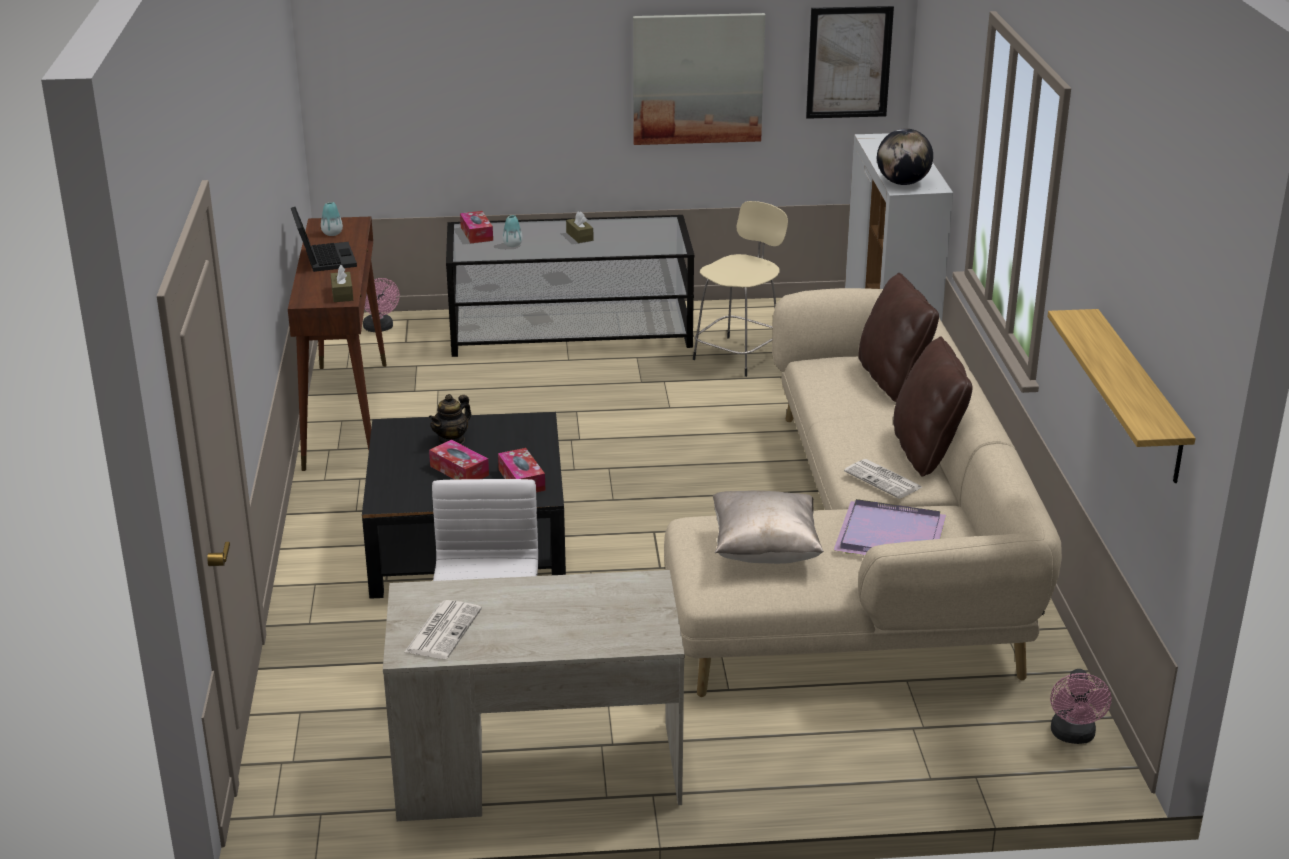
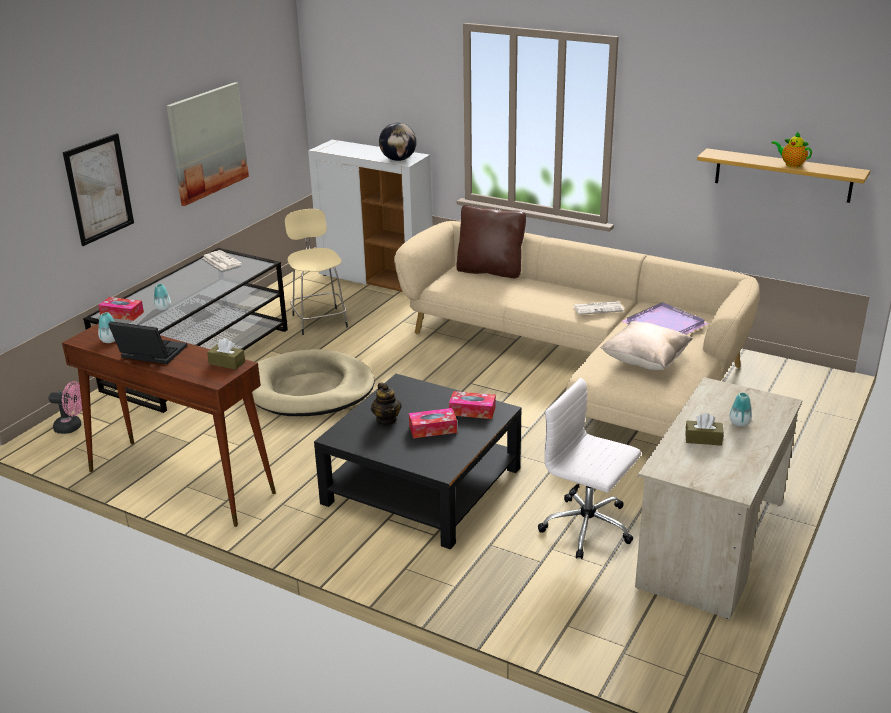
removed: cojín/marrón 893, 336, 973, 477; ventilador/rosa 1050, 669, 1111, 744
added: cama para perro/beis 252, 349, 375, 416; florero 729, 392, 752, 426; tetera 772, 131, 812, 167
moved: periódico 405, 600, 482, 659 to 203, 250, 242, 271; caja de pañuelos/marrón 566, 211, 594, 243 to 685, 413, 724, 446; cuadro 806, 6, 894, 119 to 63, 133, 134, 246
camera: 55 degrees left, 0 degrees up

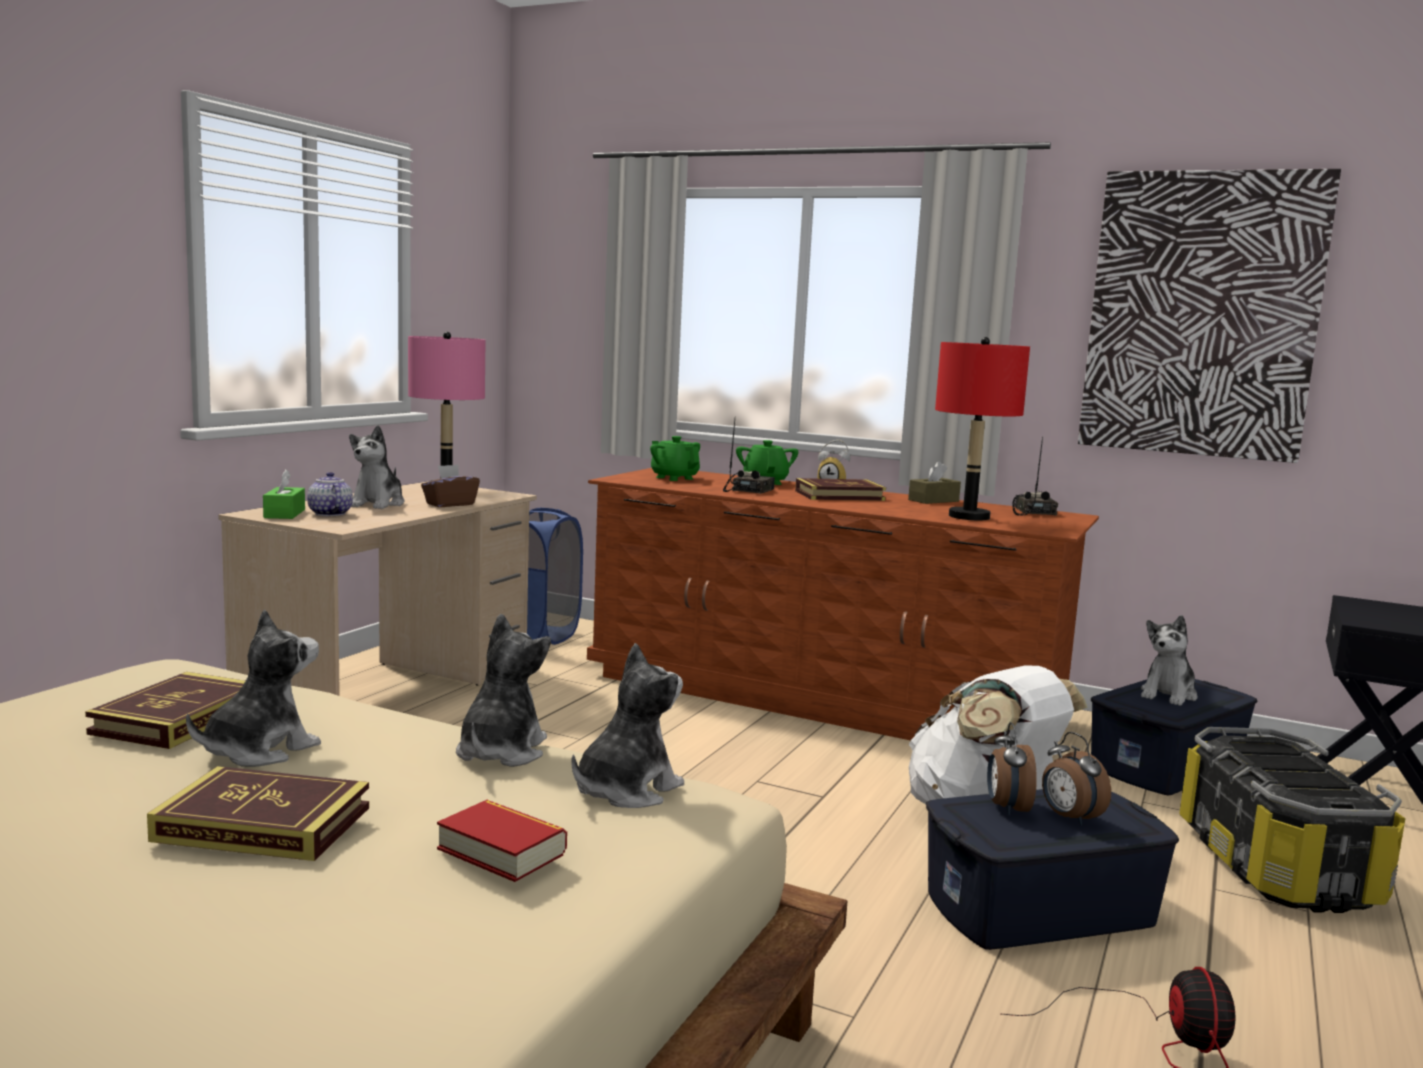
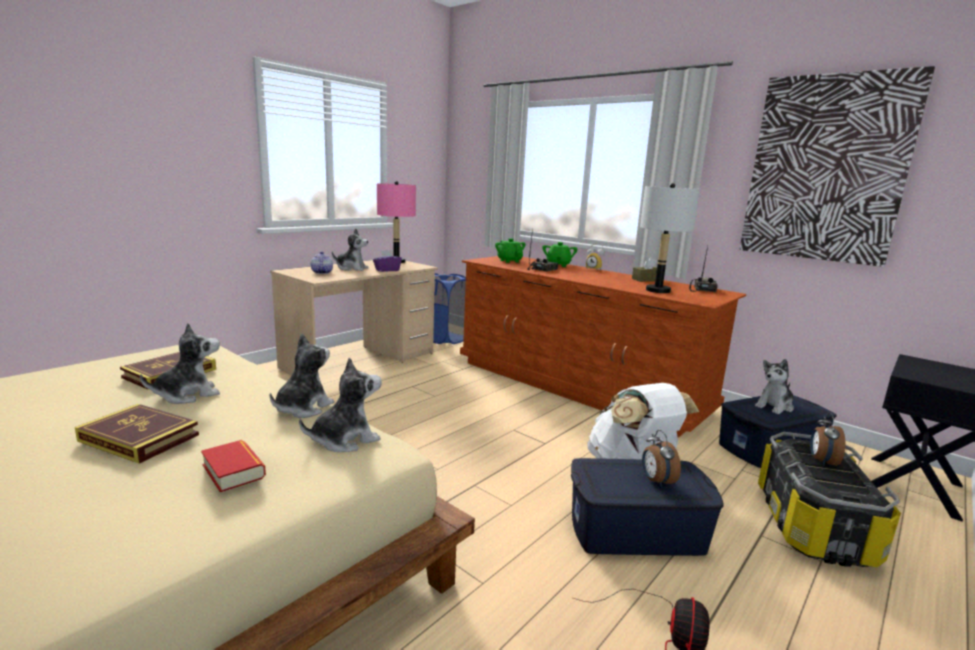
removed: caja de pañuelos/verde 263, 469, 305, 519; libro 795, 478, 886, 501
moved: despertador 987, 722, 1037, 816 to 810, 412, 846, 466
recoloured: caja de pañuelos/marrón 421, 465, 480, 507 to caja de pañuelos/morado 373, 250, 402, 272; lámpara de mesa/rojo 935, 337, 1030, 520 to lámpara de mesa/gris 640, 183, 700, 293
turned: peluche 349, 425, 405, 509 = 332, 229, 369, 271 105 degrees counterclockwise
camera: 15 degrees right, 5 degrees up

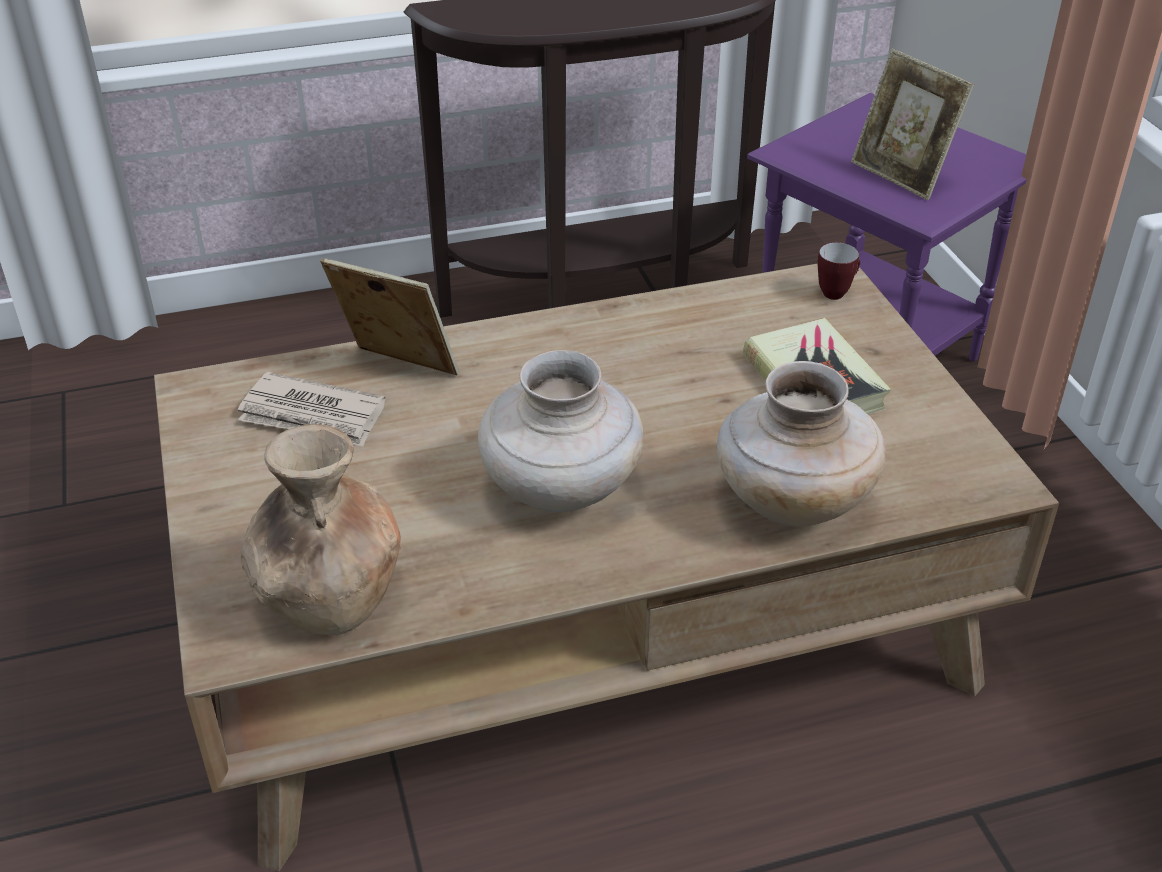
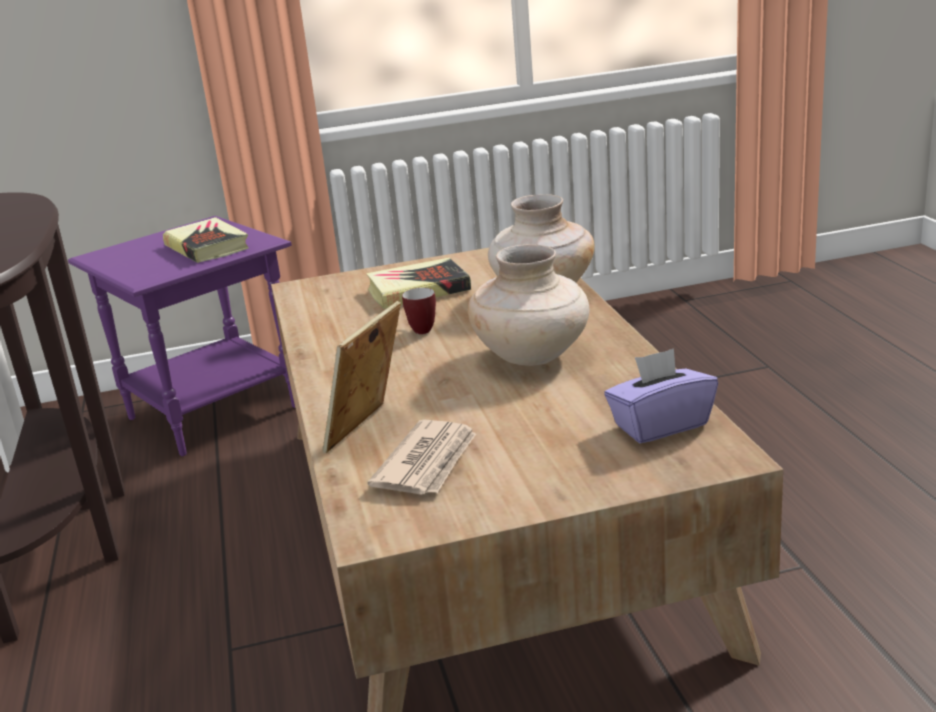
moved: taza grande 818, 242, 860, 300 to 402, 288, 436, 334
replaced: florero/marrón 241, 424, 401, 635 to caja de pañuelos/morado 604, 348, 718, 444; portarretratos 851, 49, 974, 200 to libro 163, 217, 249, 263
camera: 85 degrees left, 15 degrees down

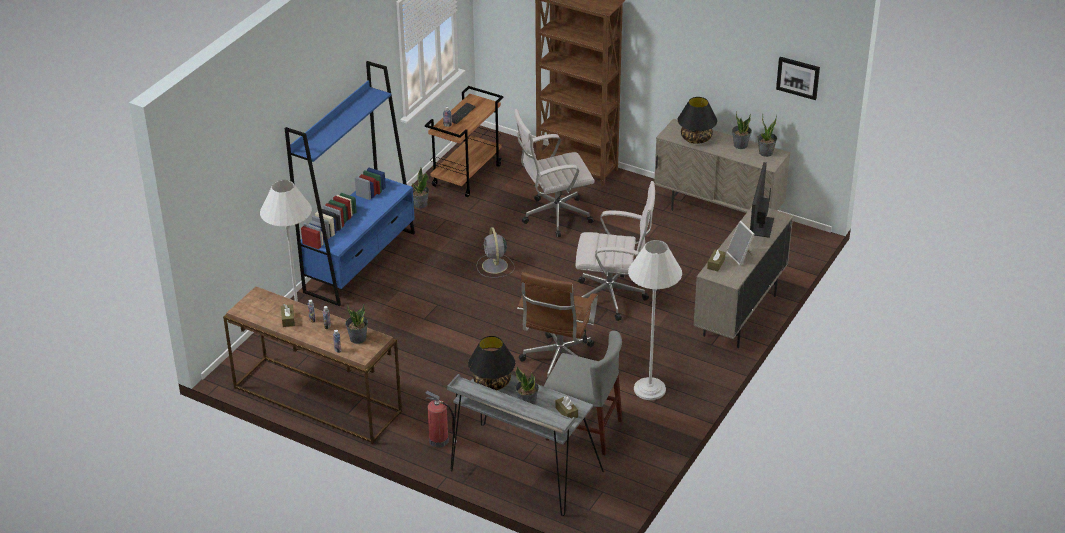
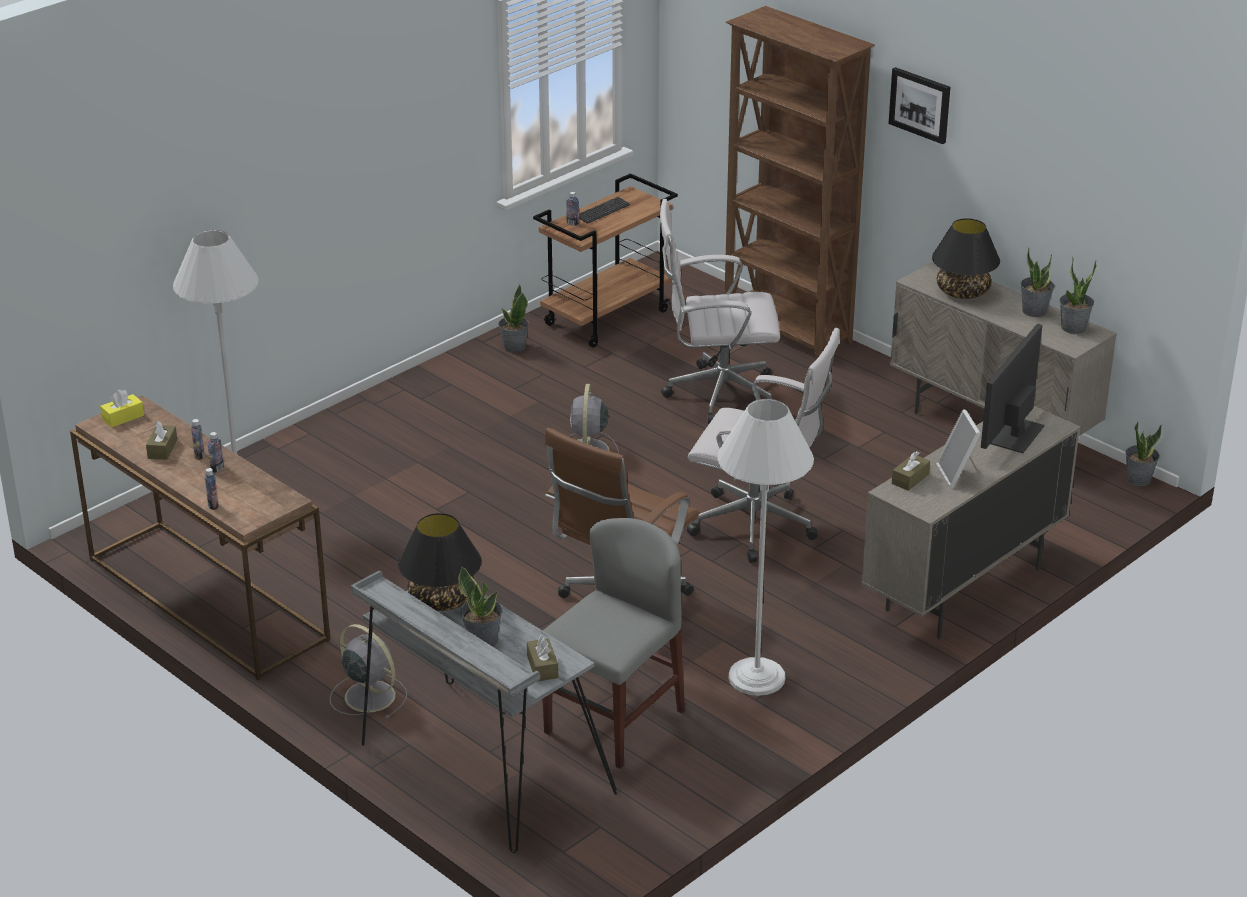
removed: estantería/azul 285, 61, 415, 306
added: caja de pañuelos/amarillo 100, 390, 144, 428
moved: planta en maceta 345, 304, 368, 344 to 1126, 422, 1162, 486; cuadro 776, 57, 820, 100 to 888, 67, 950, 144
replaced: extintor 425, 391, 457, 448 to ventilador/gris 330, 624, 407, 719
turned: silla/gris 544, 331, 622, 455 = 542, 518, 685, 769 90 degrees counterclockwise
camera: 15 degrees right, 5 degrees down

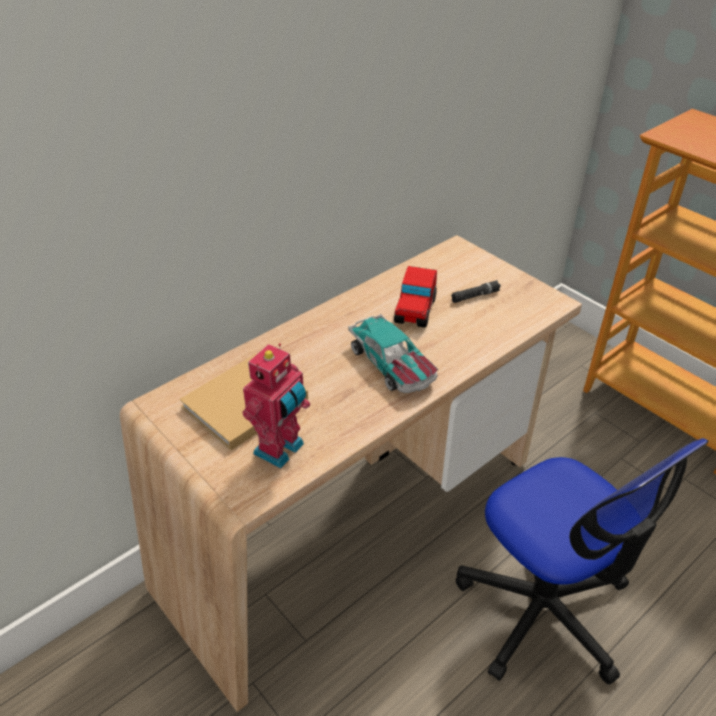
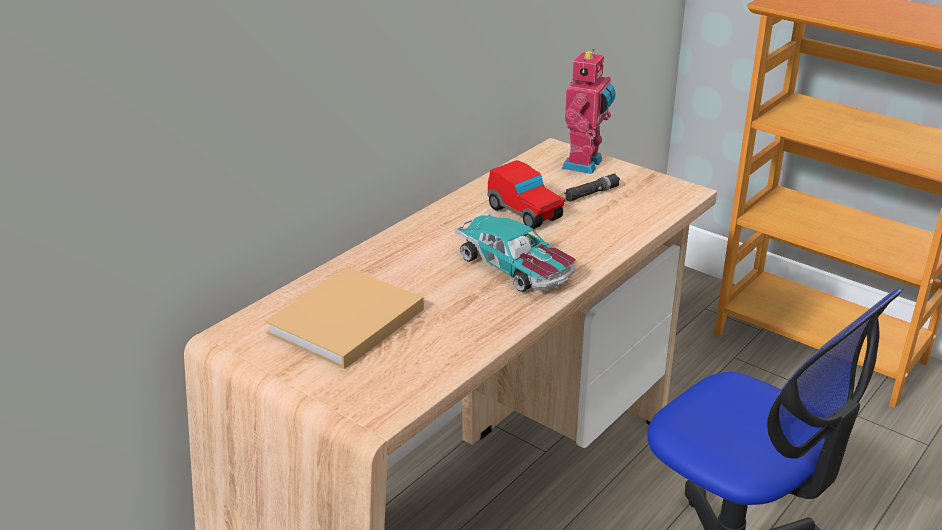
moved: robot de juguete 242, 343, 310, 469 to 562, 48, 616, 174
turned: coche de juguete 394, 266, 437, 328 = 487, 160, 566, 229 45 degrees counterclockwise
camera: 10 degrees left, 10 degrees down

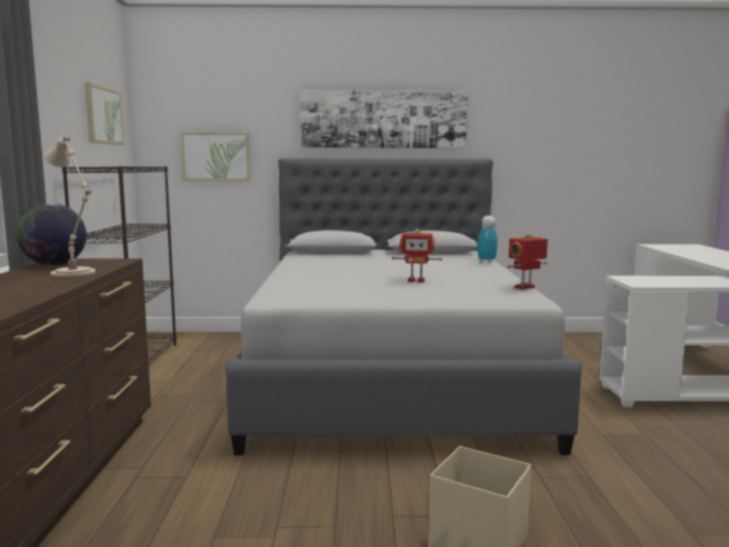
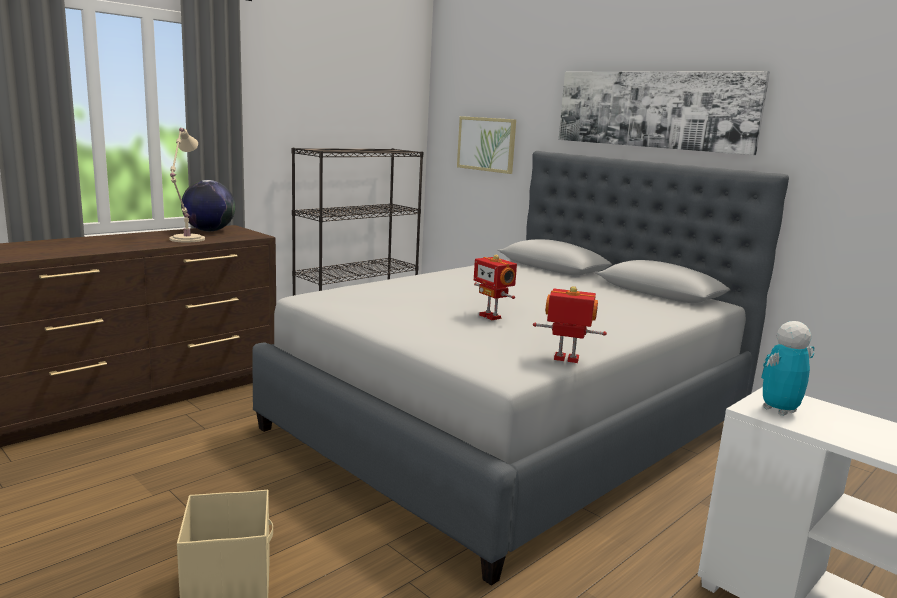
removed: cuadro 85, 82, 124, 145
moved: robot de juguete 477, 215, 498, 263 to 761, 321, 814, 416
camera: 45 degrees right, 5 degrees up

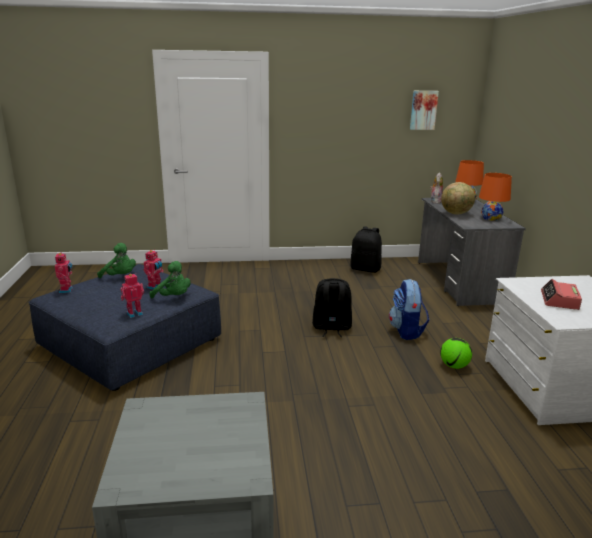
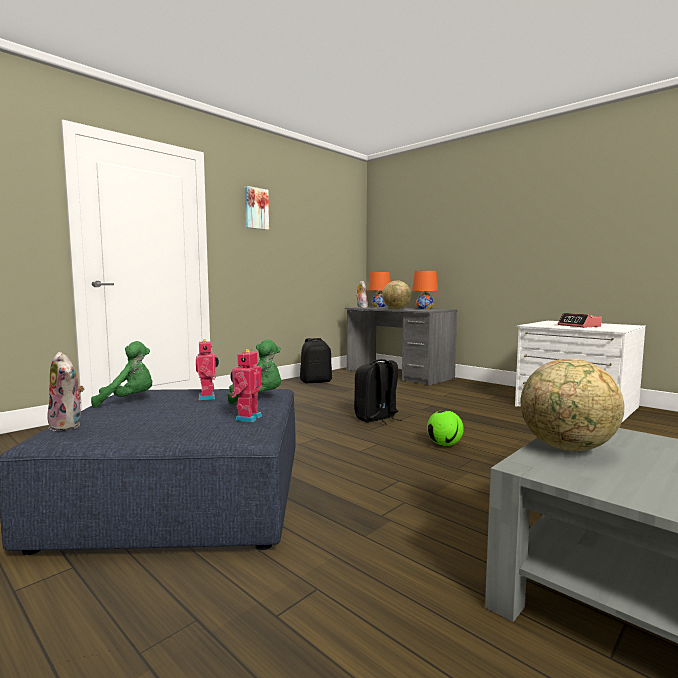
removed: mochila 389, 279, 429, 340
added: globo terráqueo 521, 359, 624, 451
moved: cuadro 410, 91, 439, 130 to 245, 186, 269, 230; balón de fútbol 440, 338, 472, 369 to 427, 410, 464, 446
replaced: robot de juguete 55, 253, 73, 293 to peluche 47, 352, 84, 431
camera: 40 degrees left, 15 degrees down

